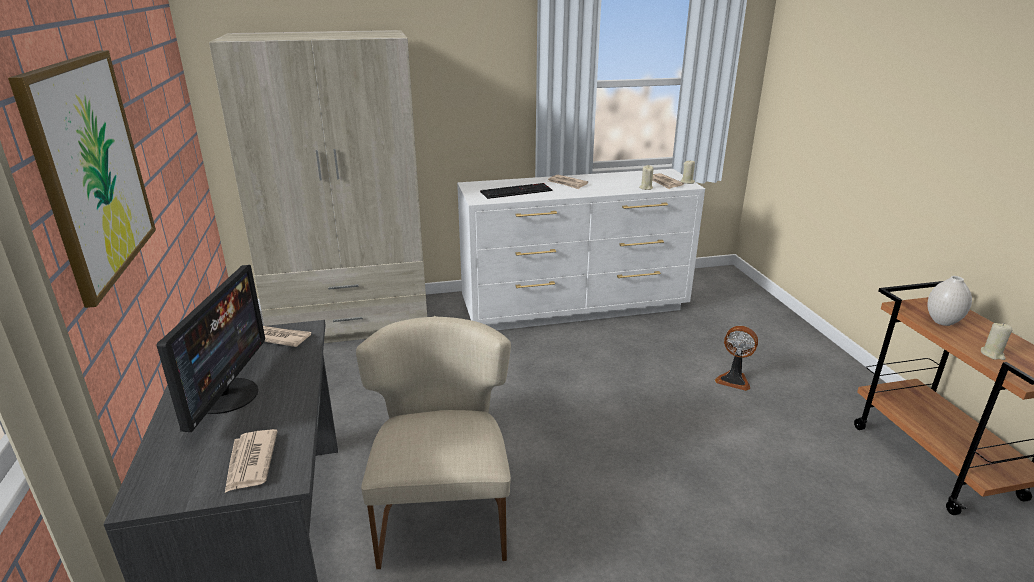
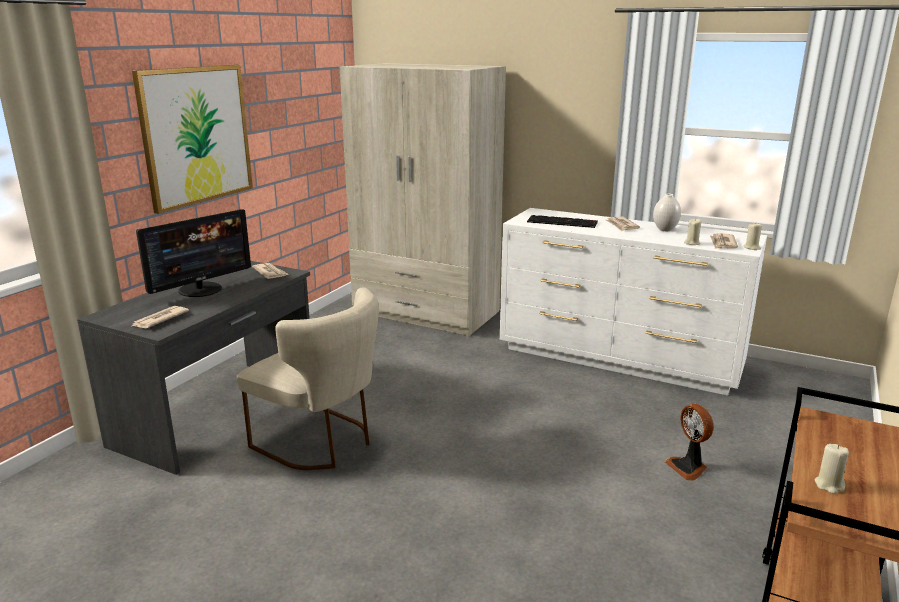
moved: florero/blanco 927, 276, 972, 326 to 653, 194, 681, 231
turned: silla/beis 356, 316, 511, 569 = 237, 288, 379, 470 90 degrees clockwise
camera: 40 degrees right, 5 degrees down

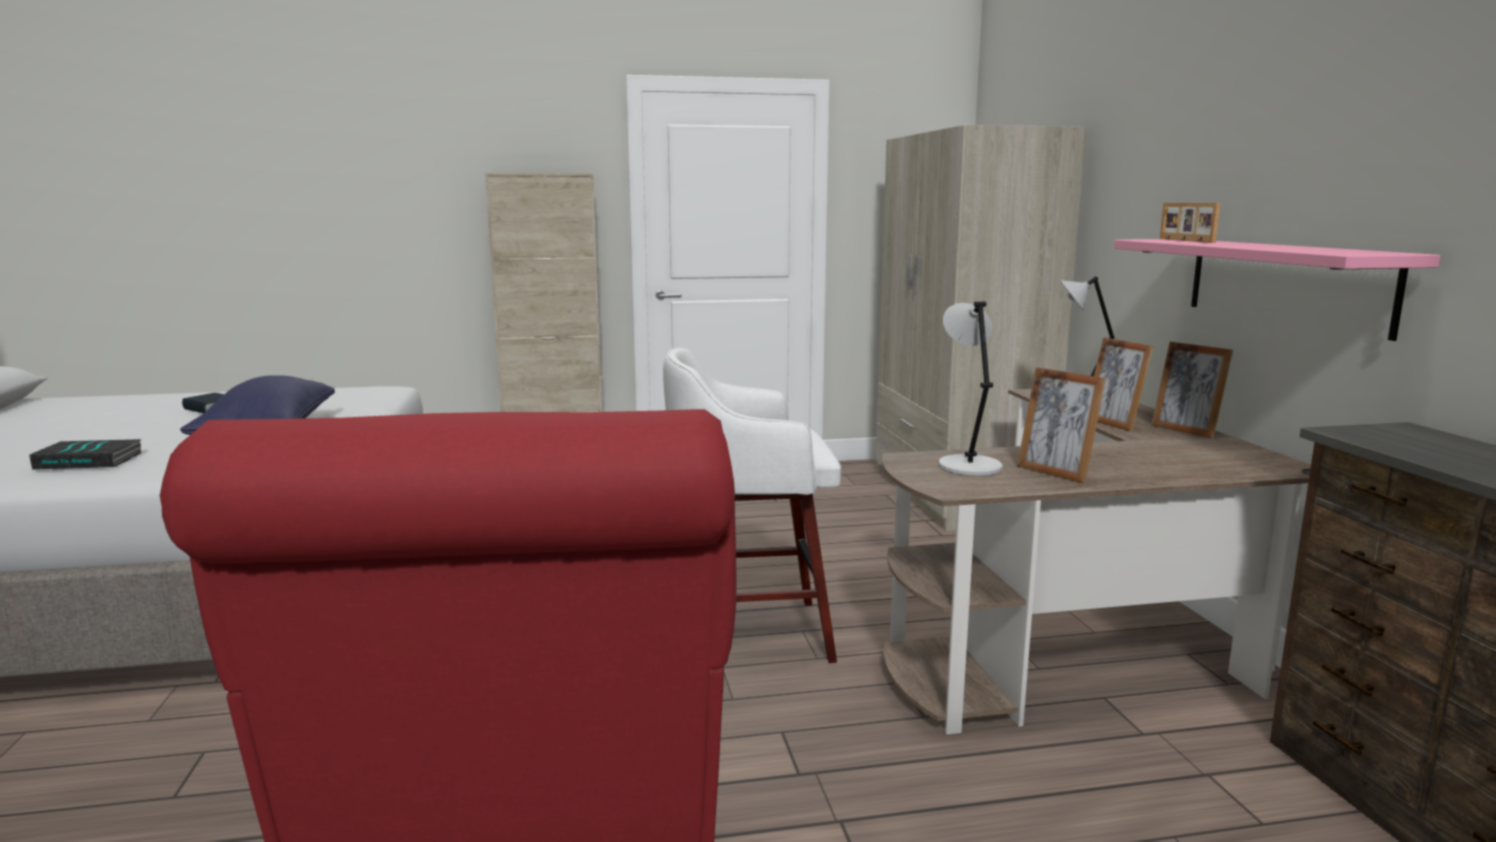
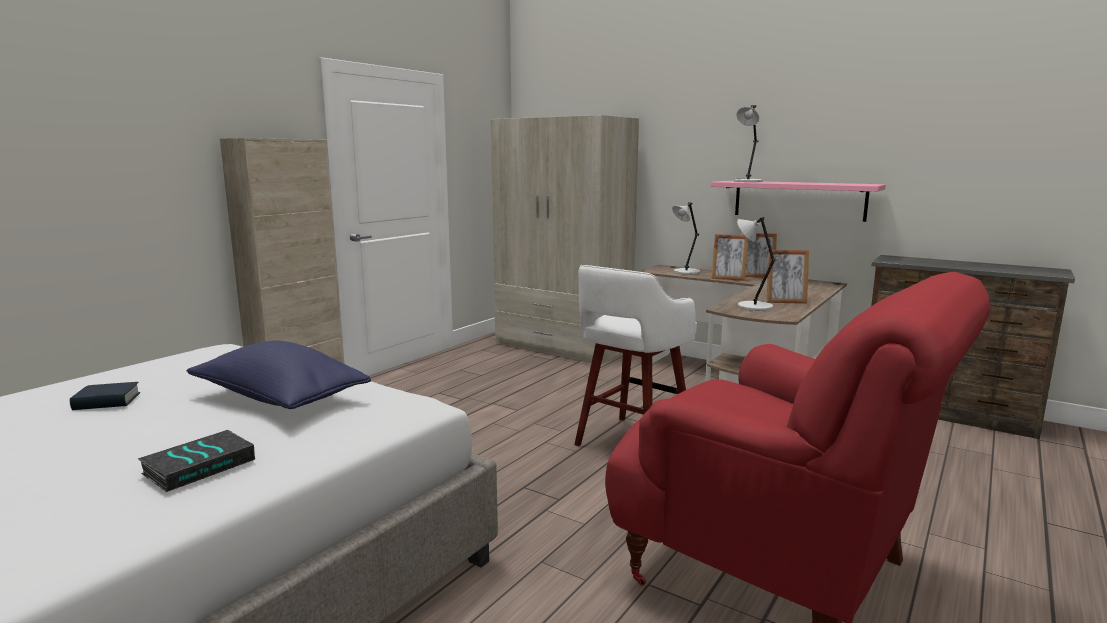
replaced: portarretratos 1160, 203, 1220, 243 to lámpara de mesa/gris 734, 105, 763, 182
camera: 45 degrees left, 0 degrees up

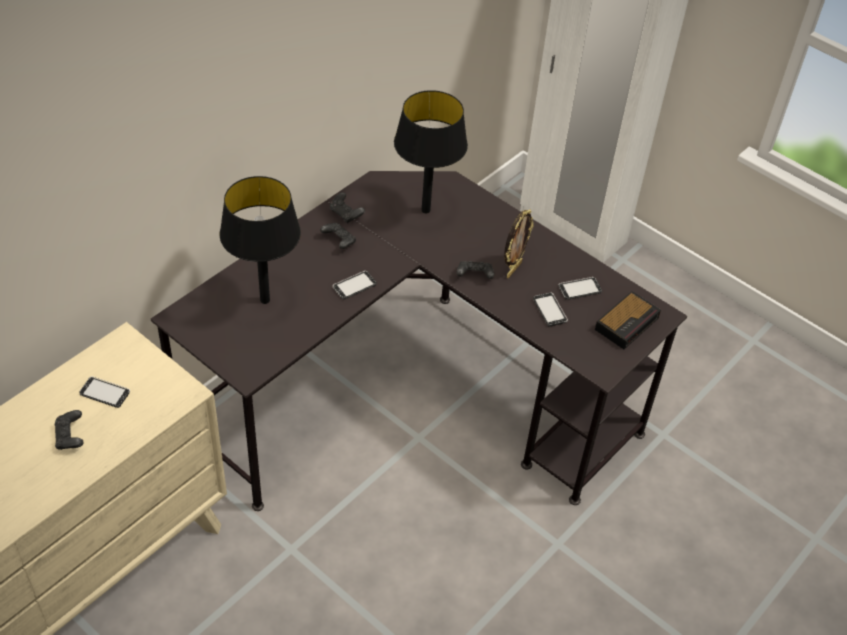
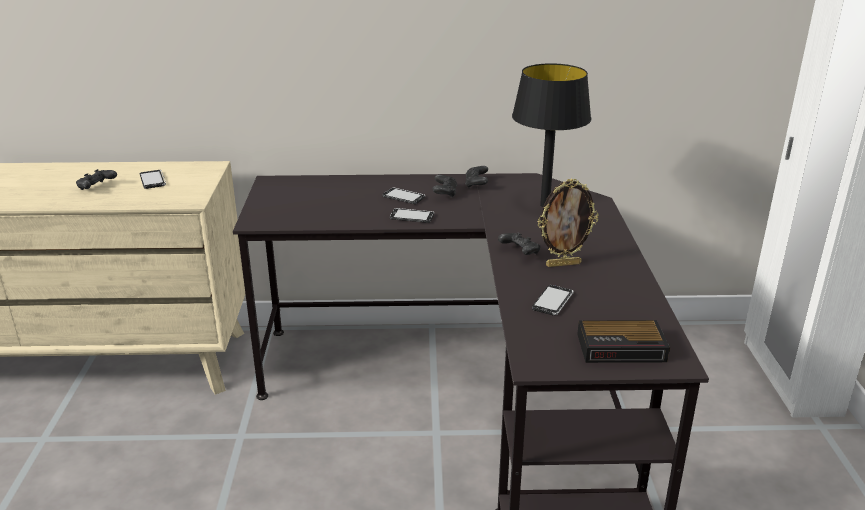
removed: lámpara de mesa/negro 220, 176, 301, 304
moved: móvil 558, 277, 602, 300 to 382, 188, 425, 204
camera: 50 degrees right, 20 degrees down

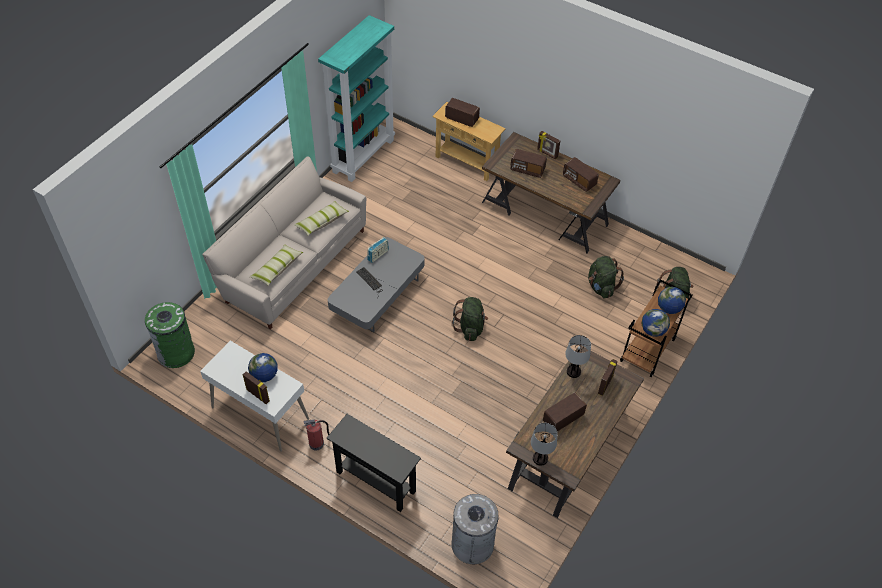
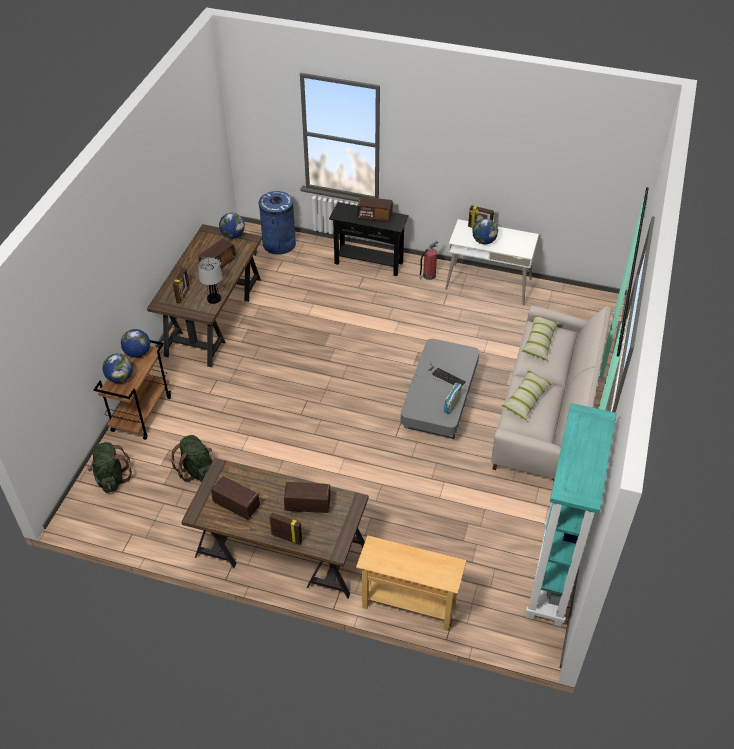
removed: papelera/verde 145, 302, 195, 368; mochila/verde 452, 297, 488, 341
moved: radio 445, 98, 480, 127 to 357, 197, 393, 223
replaced: lámpara de mesa 531, 423, 558, 466 to globo terráqueo 219, 213, 245, 239
recoloured: papelera/gris 451, 494, 499, 564 to papelera/azul 257, 191, 296, 255
camera: 165 degrees right, 5 degrees down

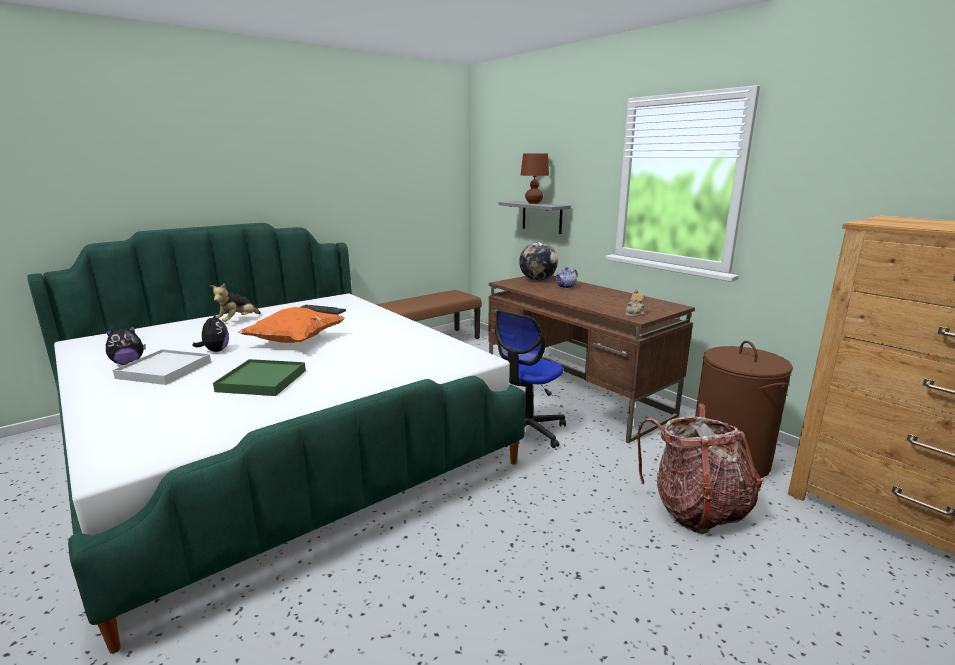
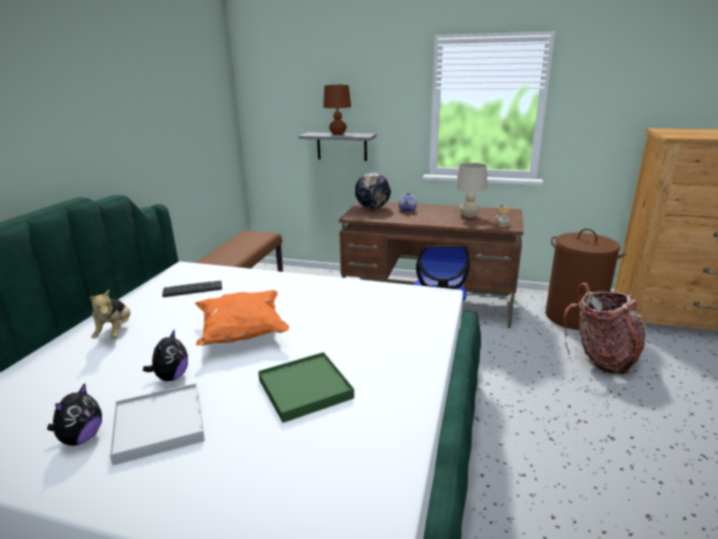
added: lámpara de mesa/beis 456, 163, 487, 218
turned: peluche 193, 312, 229, 352 = 143, 329, 188, 381 60 degrees clockwise
camera: 35 degrees left, 5 degrees up

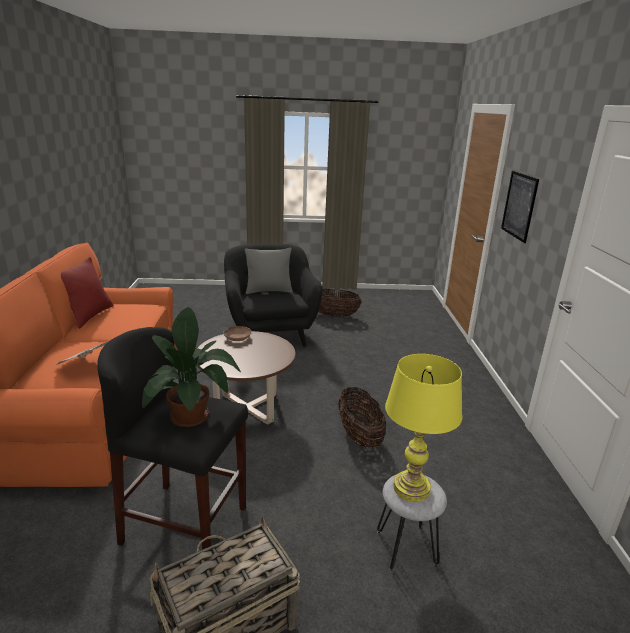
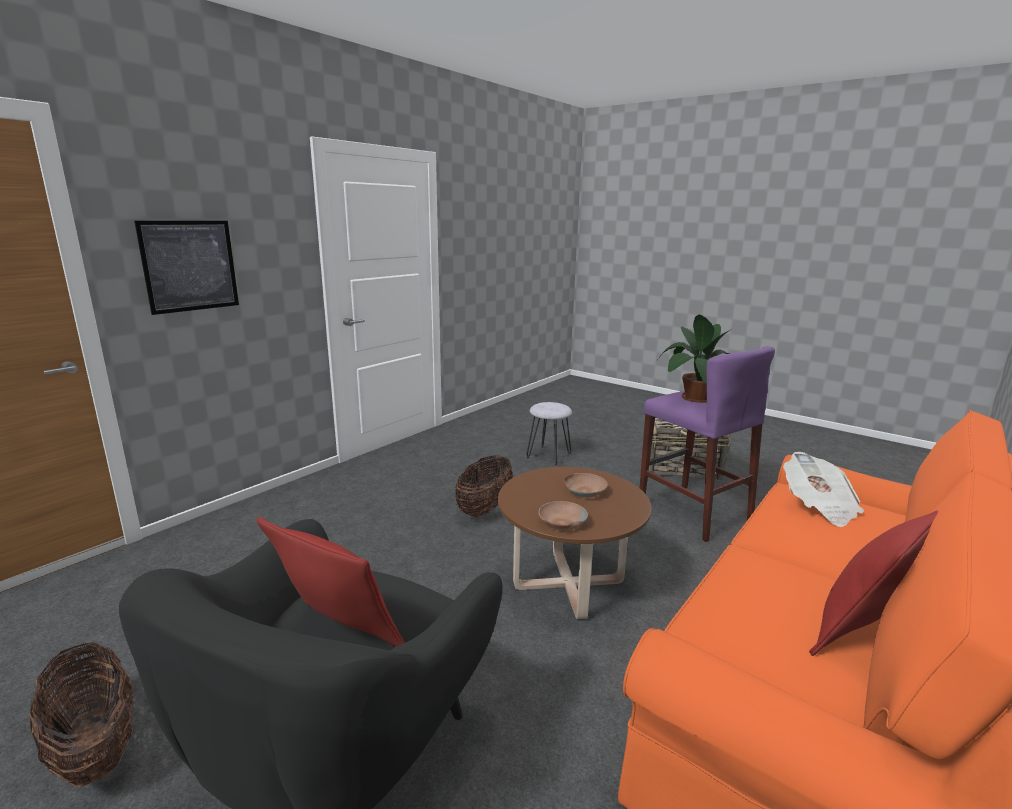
removed: lámpara de mesa/amarillo 385, 354, 462, 502
added: cuenco/marrón 563, 473, 608, 498
recoloured: taburete/negro 98, 327, 248, 550 to taburete/morado 640, 346, 775, 542; cojín/gris 245, 248, 293, 294 to cojín/rojo 256, 517, 405, 647
camera: 140 degrees left, 5 degrees down

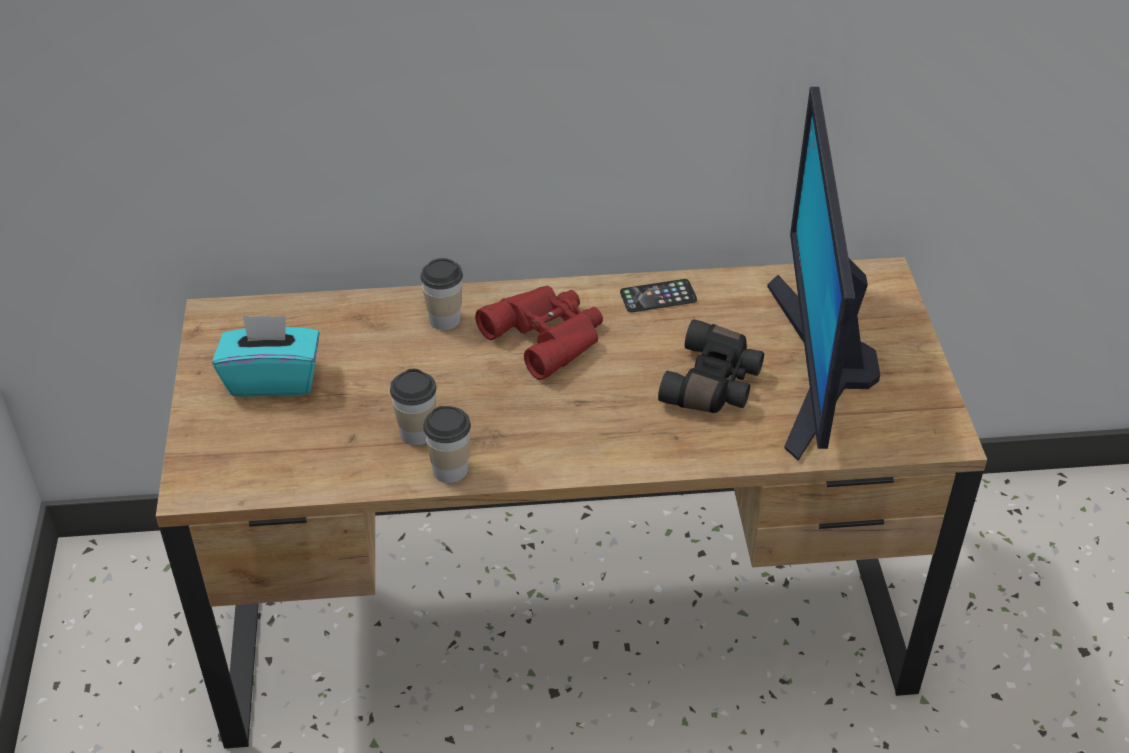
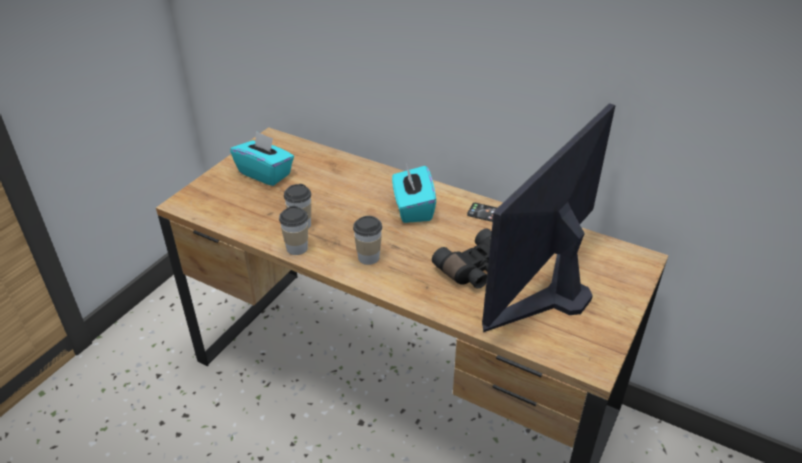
moved: taza 420, 258, 463, 330 to 353, 216, 382, 265
replaced: prismáticos/rojo 475, 286, 603, 380 to caja de pañuelos/turquesa 392, 166, 436, 223
camera: 35 degrees right, 5 degrees down

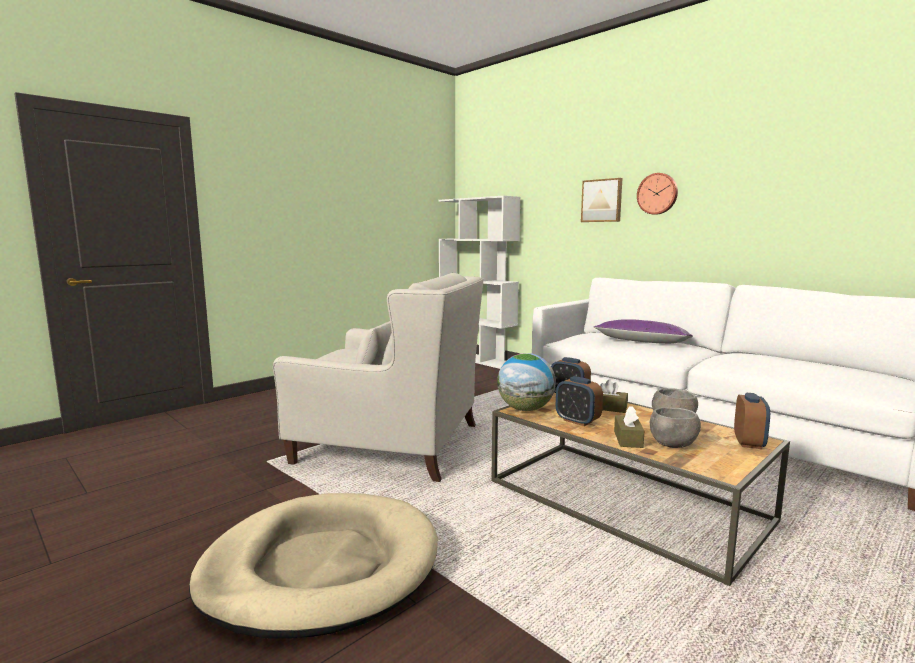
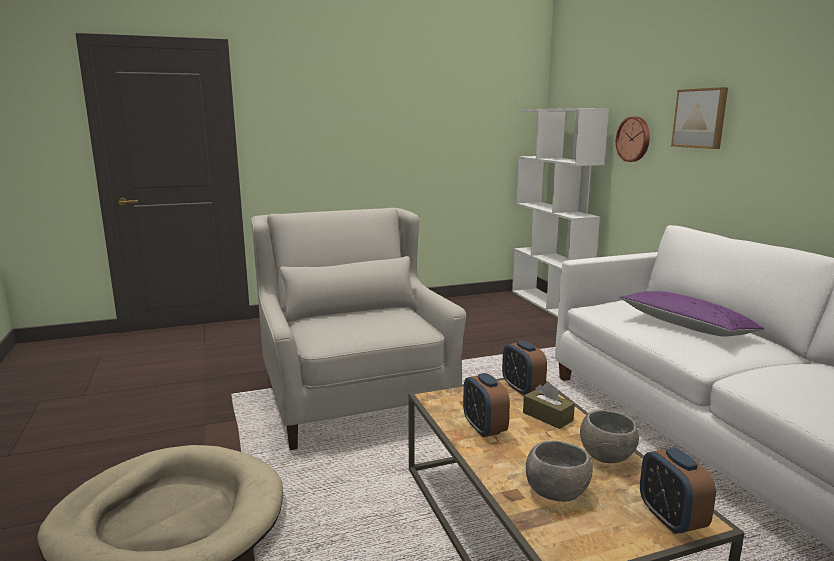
removed: globo terráqueo 497, 353, 556, 411; caja de pañuelos/marrón 614, 406, 644, 448
moved: reloj de pared 637, 173, 678, 215 to 616, 117, 650, 162
turned: sillón/blanco 273, 273, 484, 482 = 251, 208, 466, 450 150 degrees counterclockwise; despertador 734, 393, 770, 449 = 640, 448, 716, 534 120 degrees clockwise
camera: 25 degrees right, 5 degrees up

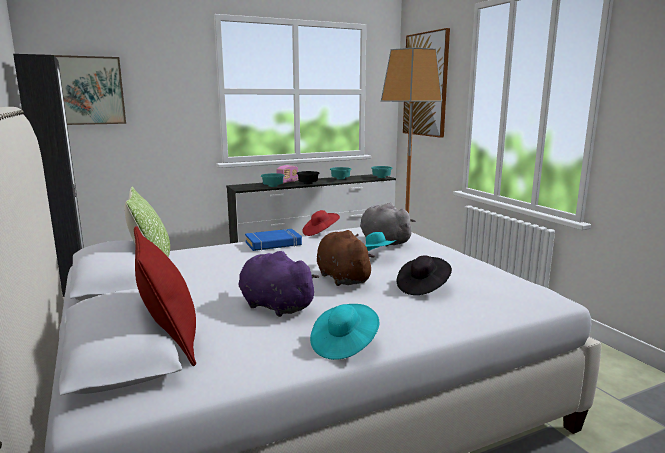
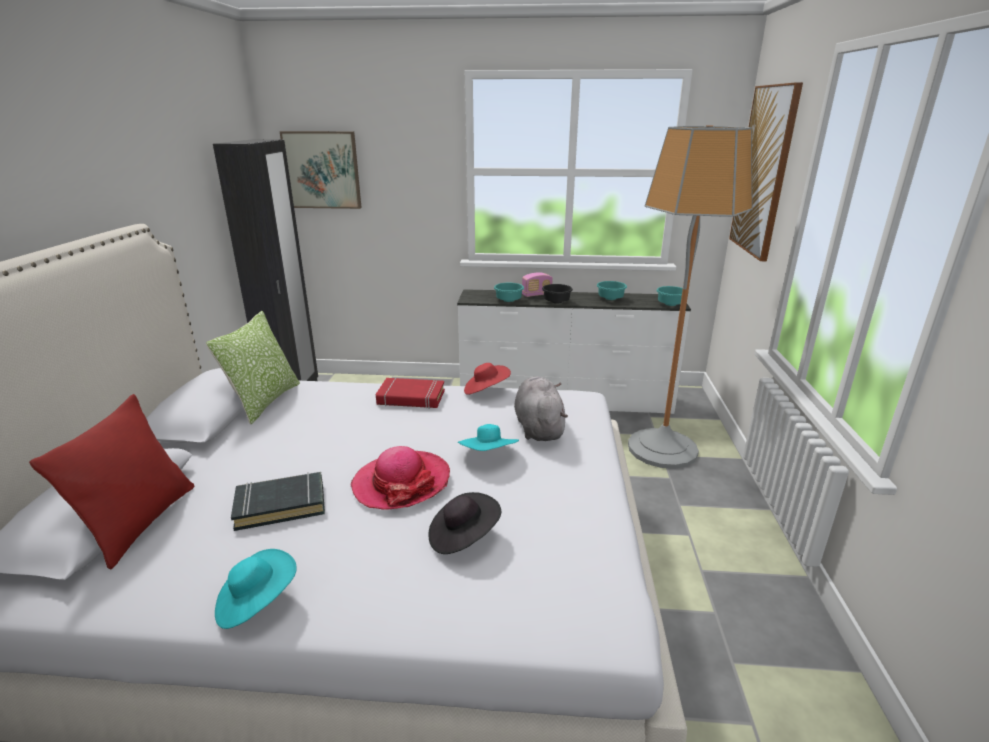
replaced: peluche/morado 238, 251, 319, 317 to libro/negro 231, 472, 325, 531; peluche/marrón 317, 230, 375, 286 to sombrero 351, 446, 450, 510
recoloured: libro/azul 245, 229, 302, 251 to libro/rojo 376, 378, 445, 409
camera: 30 degrees right, 10 degrees up

